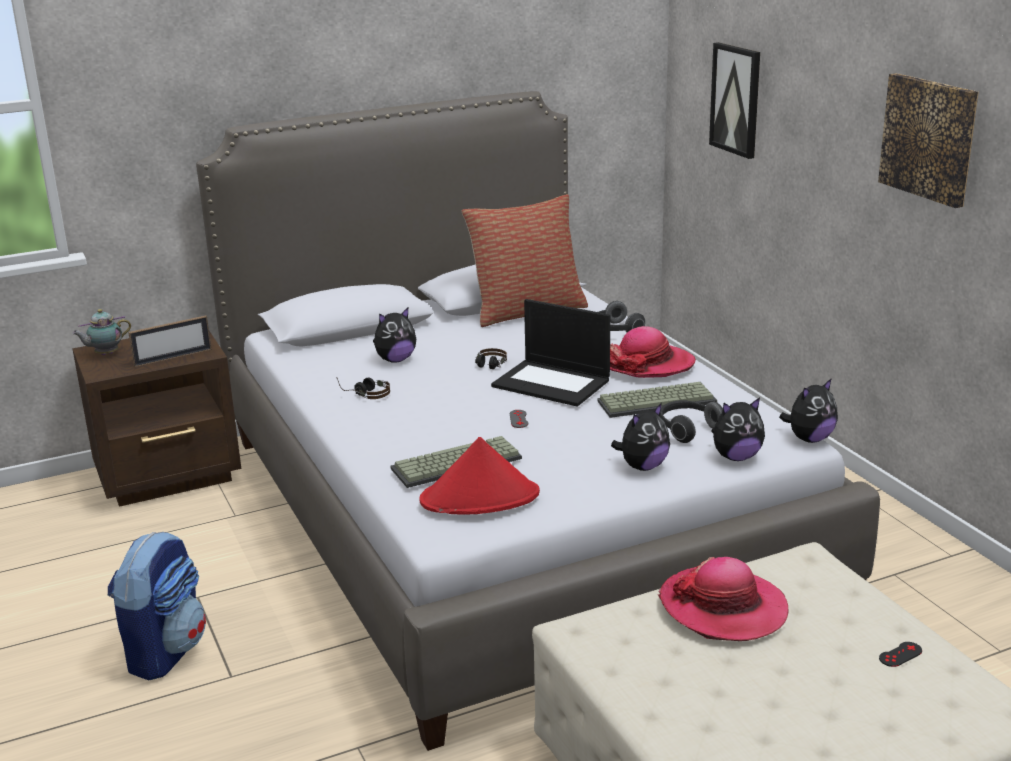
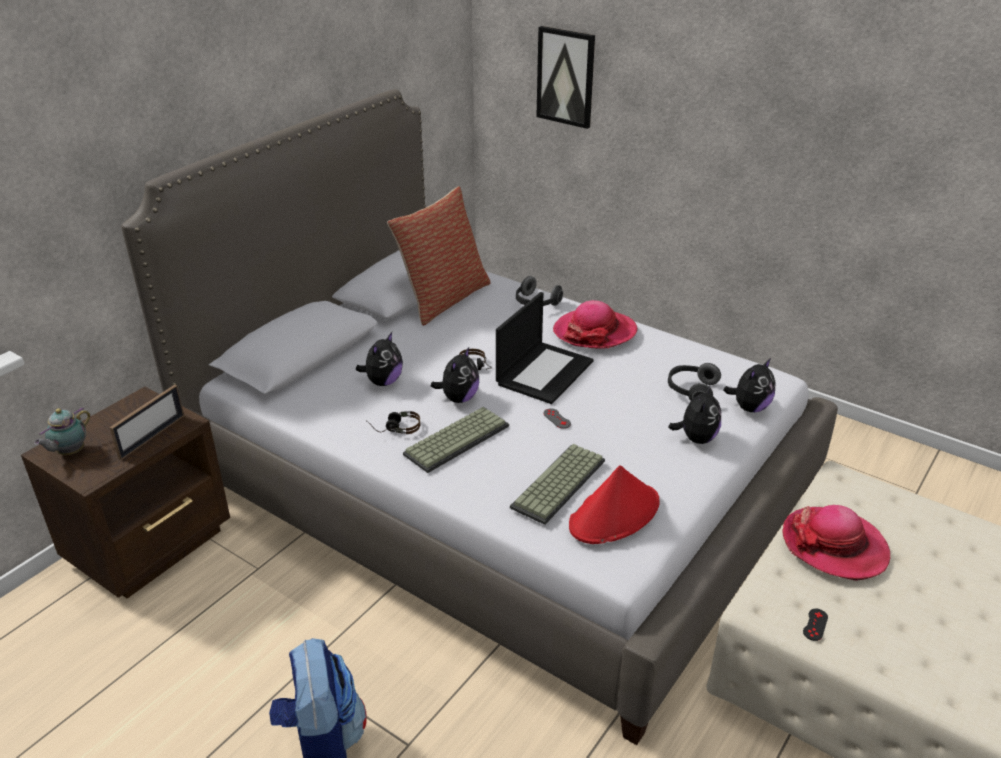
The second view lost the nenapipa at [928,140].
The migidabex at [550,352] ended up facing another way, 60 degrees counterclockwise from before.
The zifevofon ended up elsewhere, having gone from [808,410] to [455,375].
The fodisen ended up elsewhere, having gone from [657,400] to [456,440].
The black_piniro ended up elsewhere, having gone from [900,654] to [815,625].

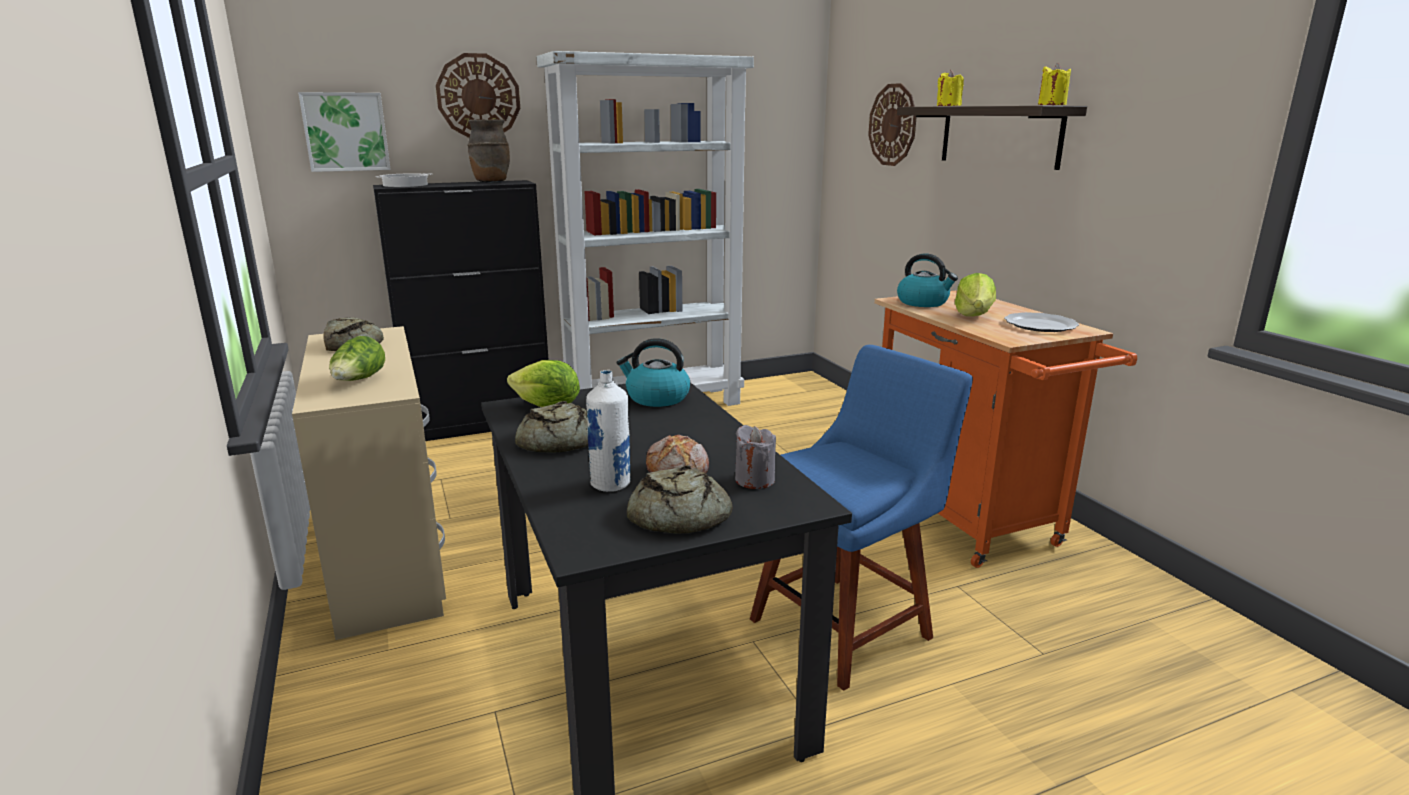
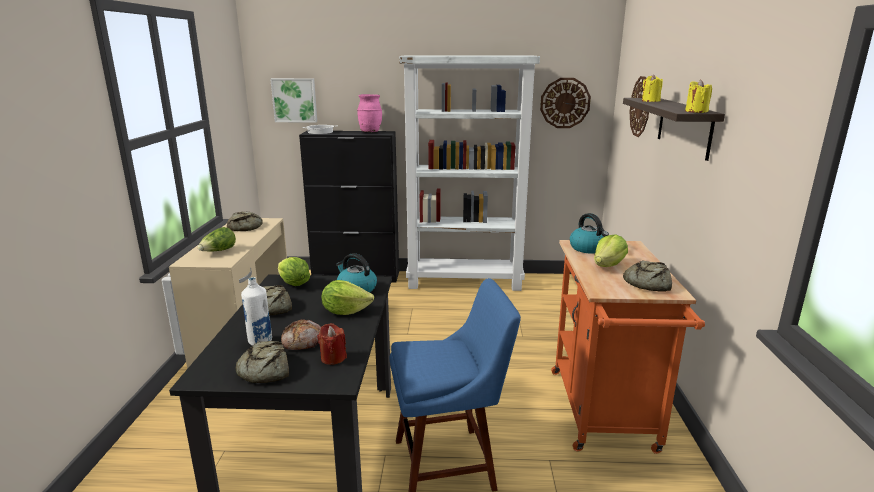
The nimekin ended up elsewhere, having gone from [478,95] to [565,103].
What was the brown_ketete at [488,151] turned into the pink_ketete at [369,113].
Where the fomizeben stood at [1041,322], the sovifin came to stand at [647,276].
What was the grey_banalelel at [755,457] turned into the red_banalelel at [332,344].
The second view gained the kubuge at [348,297].

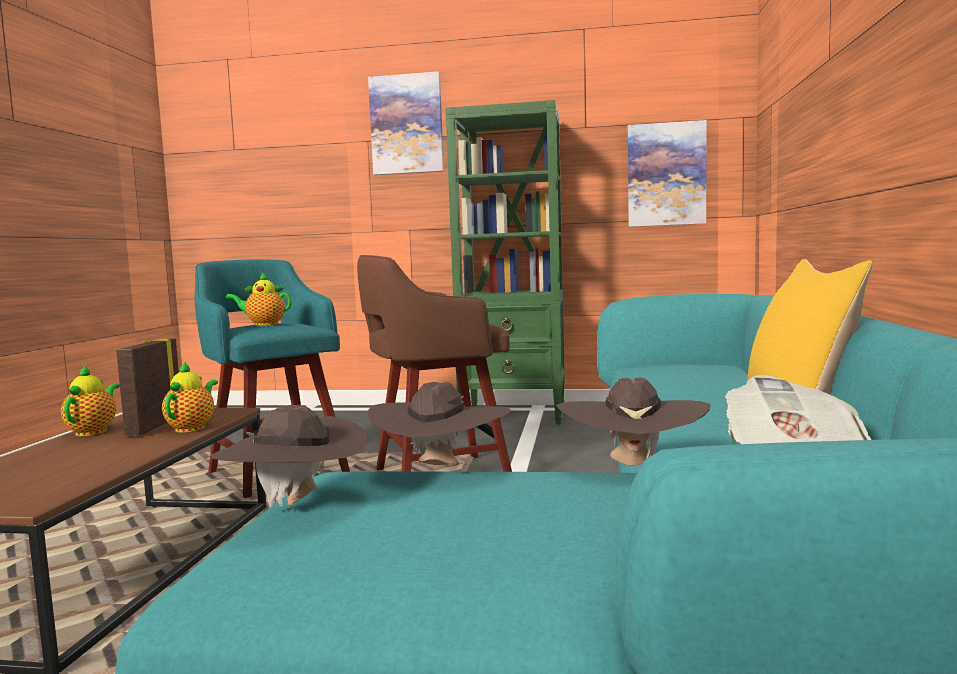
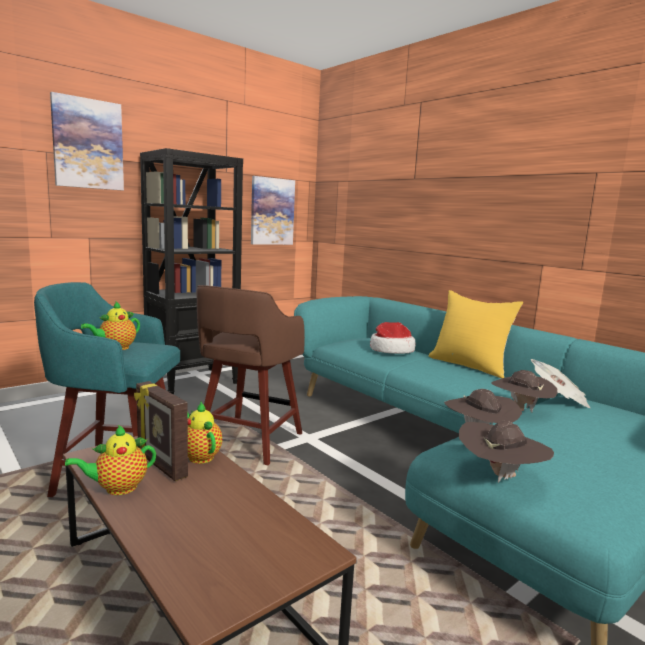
What was the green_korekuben at [505,262] turned into the black_korekuben at [191,271].
The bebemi at [90,400] ended up facing another way, 75 degrees counterclockwise from before.
The second view gained the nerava at [393,338].

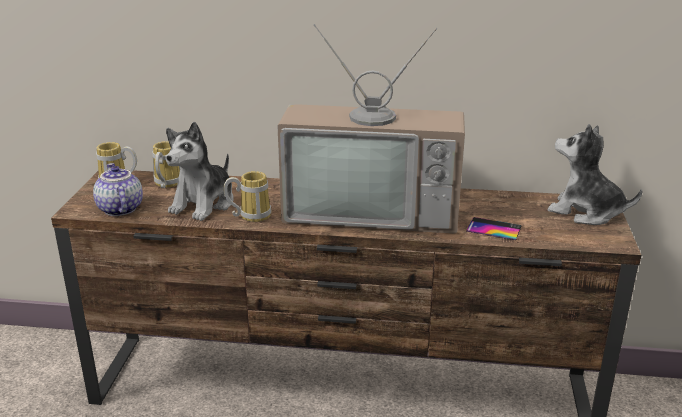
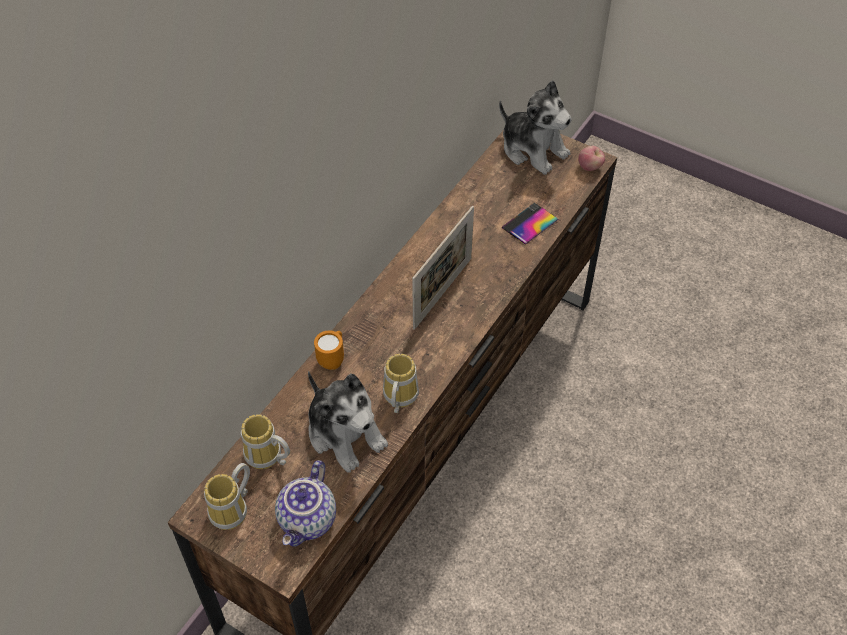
Where the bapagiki stood at [371,128], the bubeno came to stand at [443,268].
The zifevofon at [595,174] ended up facing another way, 105 degrees counterclockwise from before.
The bebemi at [118,189] ended up facing another way, 75 degrees counterclockwise from before.
The second view gained the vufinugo at [591,158].
The second view gained the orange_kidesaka at [329,350].

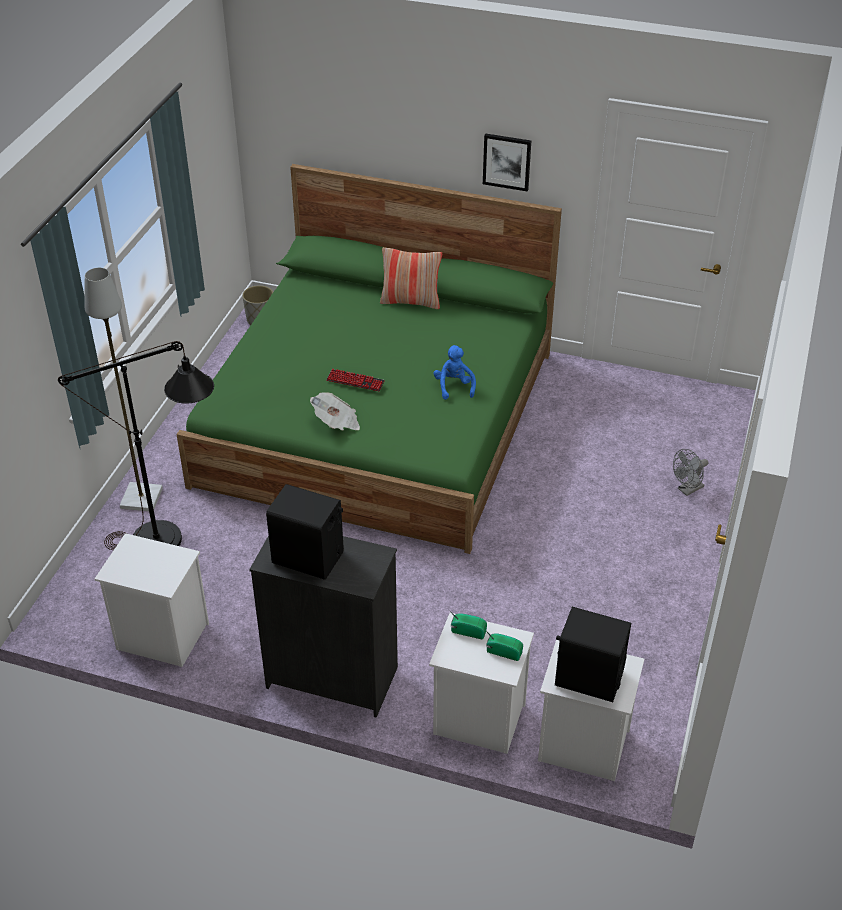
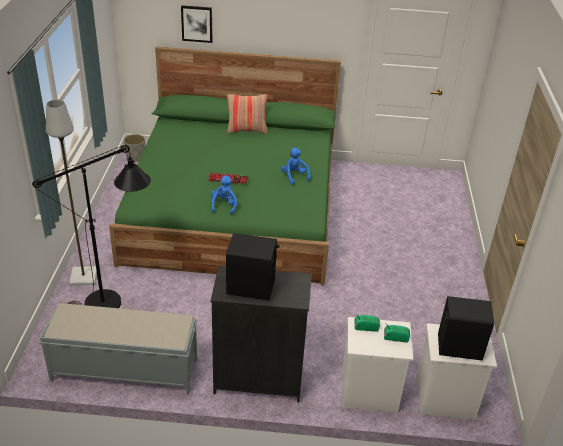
The nenapipa ended up elsewhere, having gone from [507,162] to [196,24].
Where the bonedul stood at [335,411], the blue_zifevofon came to stand at [224,195].
The second view lost the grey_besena at [690,472].
Where the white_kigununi stood at [152,600], the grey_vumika came to stand at [118,348].

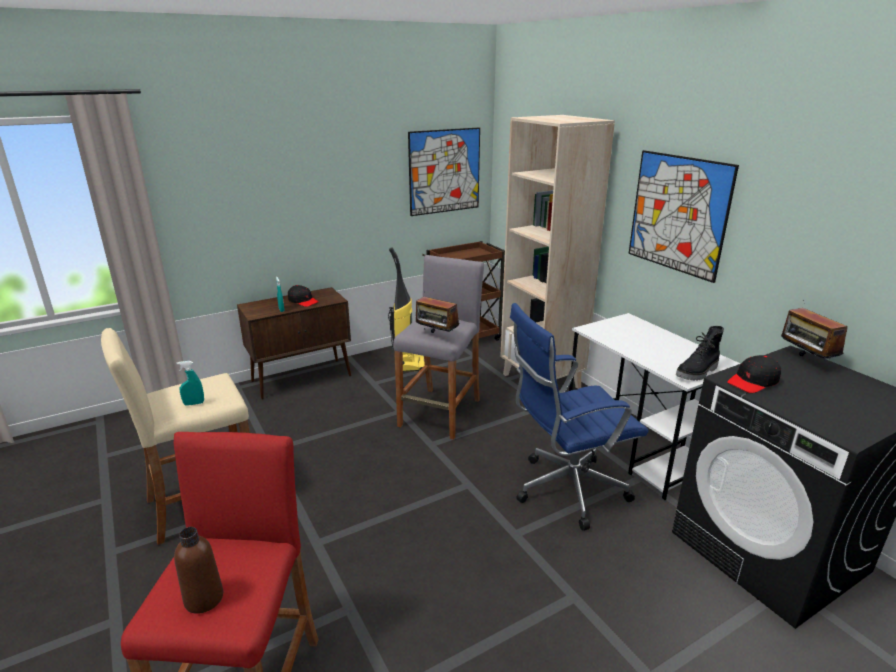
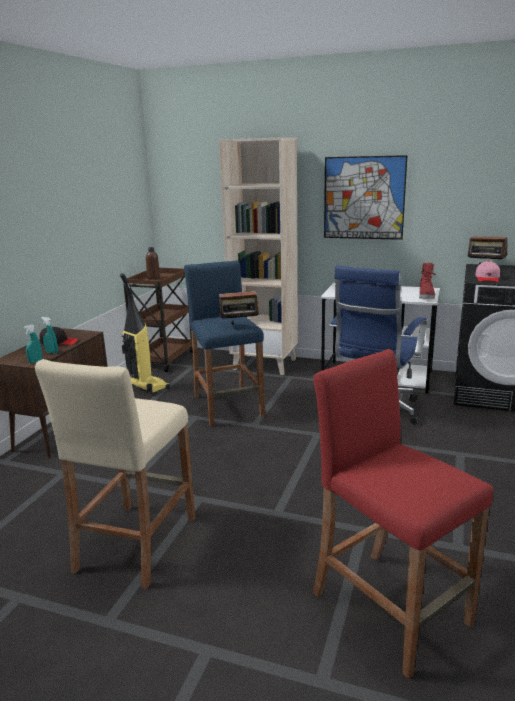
The second view lost the nenapipa at [444,171].
What was the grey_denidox at [438,347] turned into the blue_denidox at [224,343].
What was the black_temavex at [700,353] turned into the red_temavex at [427,281].
What was the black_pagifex at [754,374] turned into the pink_pagifex at [487,271].
The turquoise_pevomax ended up elsewhere, having gone from [190,383] to [33,344].
The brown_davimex ended up elsewhere, having gone from [198,570] to [153,263].

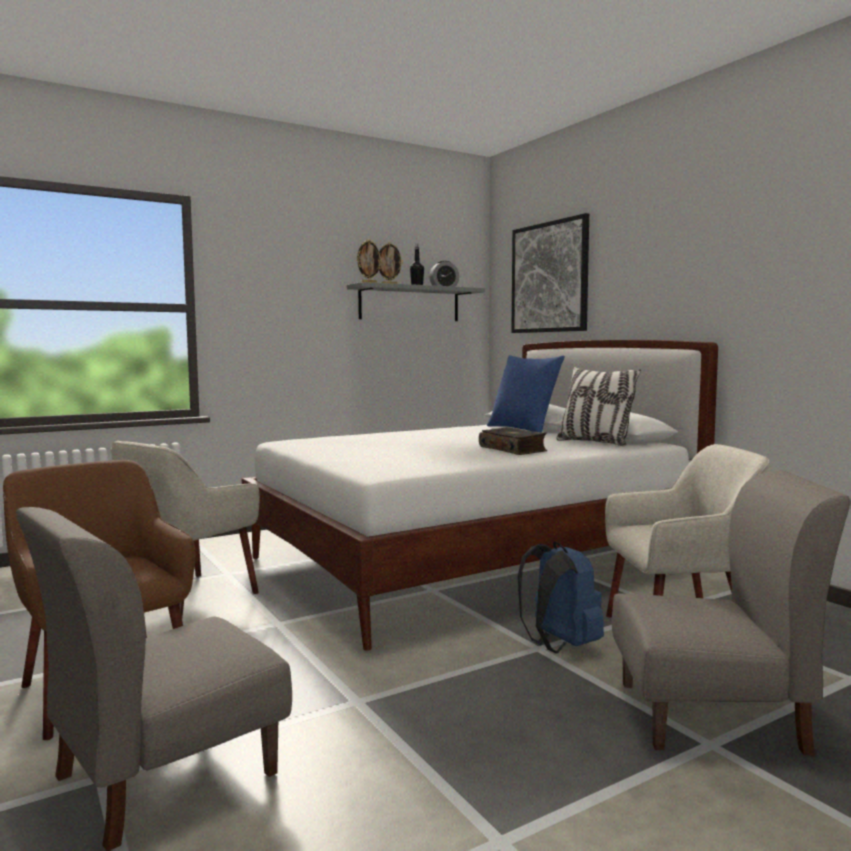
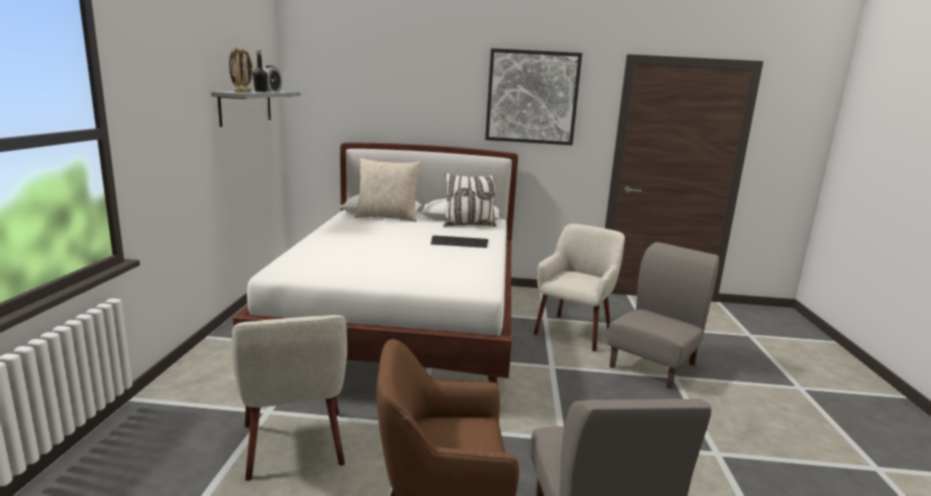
The nenapipa ended up elsewhere, having gone from [550,273] to [533,96].
What was the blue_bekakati at [526,393] turned into the beige_bekakati at [387,190].
Where the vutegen stood at [513,441], the fodisen came to stand at [459,242].
The second view lost the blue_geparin at [560,597].

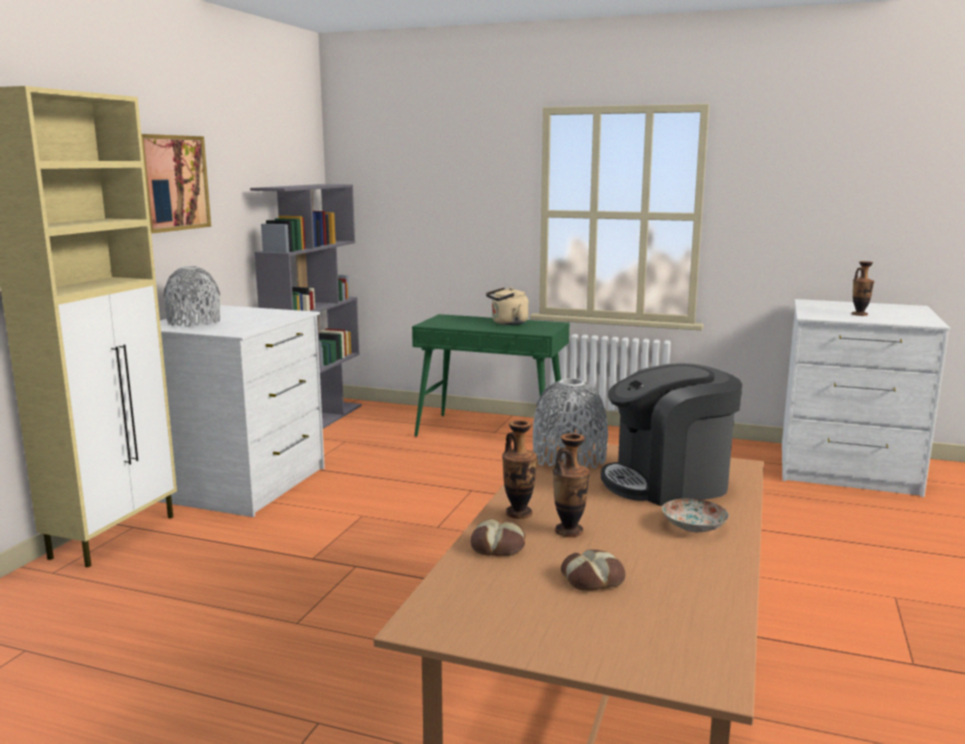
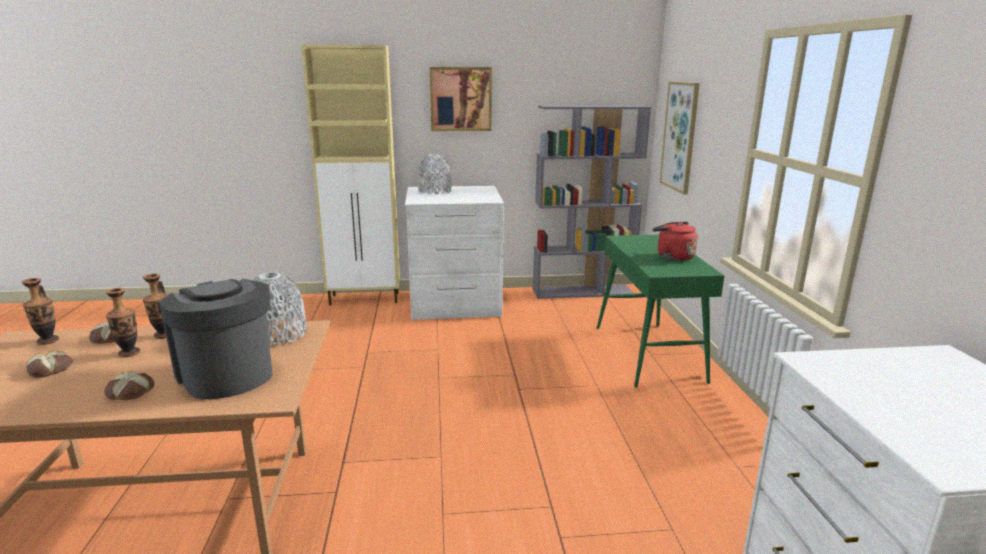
The ketete ended up elsewhere, having gone from [863,288] to [40,311].
What was the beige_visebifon at [507,306] turned into the red_visebifon at [675,241].
Where the fomizeben stood at [695,515], the sovifin came to stand at [129,385].
The second view gained the nenapipa at [680,138].

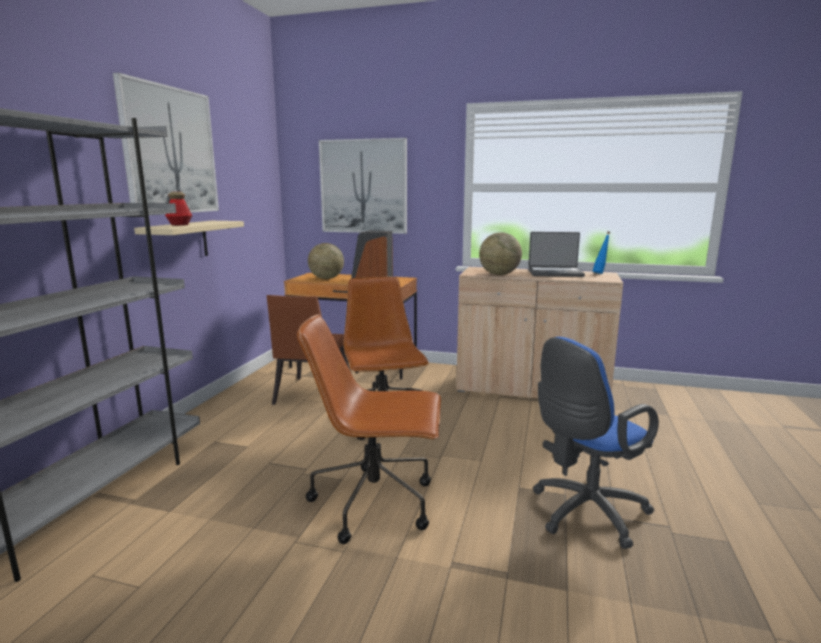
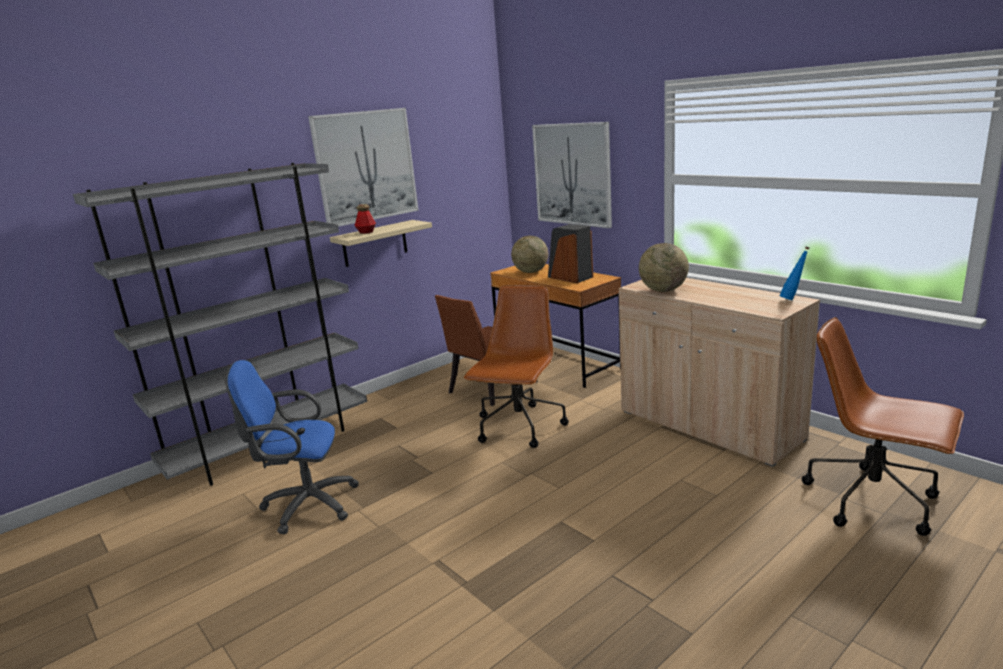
The second view lost the migidabex at [556,254].
The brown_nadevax ended up elsewhere, having gone from [369,429] to [883,426].
The blue_nadevax ended up elsewhere, having gone from [595,443] to [292,447].

